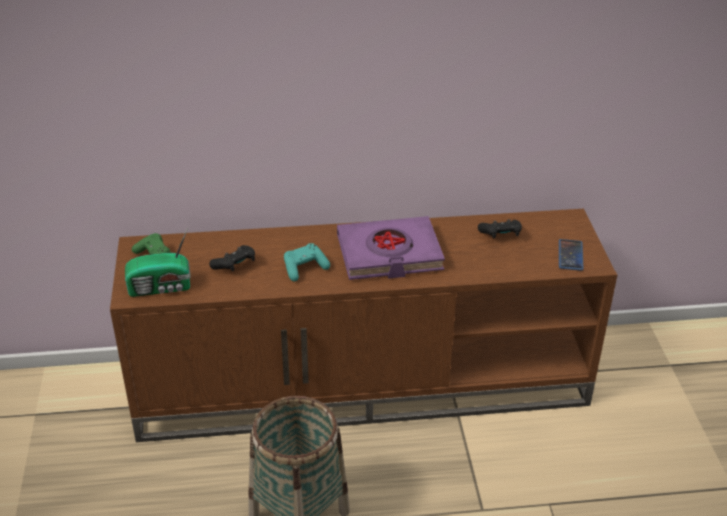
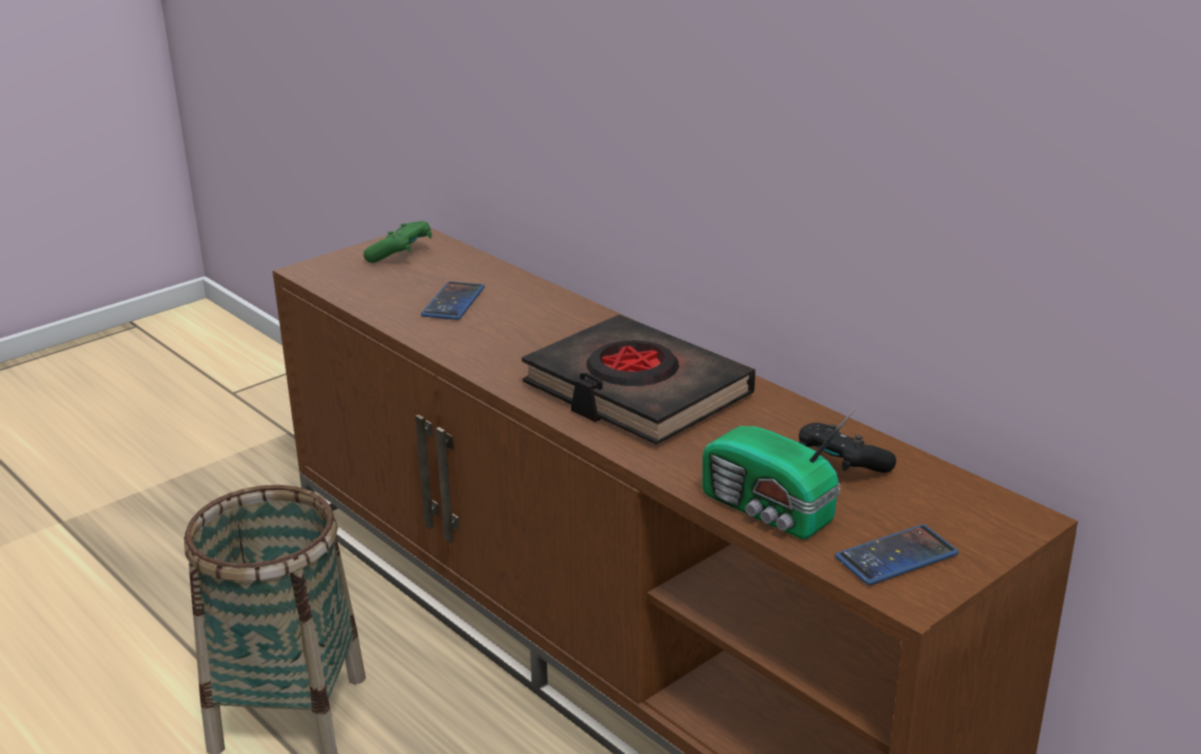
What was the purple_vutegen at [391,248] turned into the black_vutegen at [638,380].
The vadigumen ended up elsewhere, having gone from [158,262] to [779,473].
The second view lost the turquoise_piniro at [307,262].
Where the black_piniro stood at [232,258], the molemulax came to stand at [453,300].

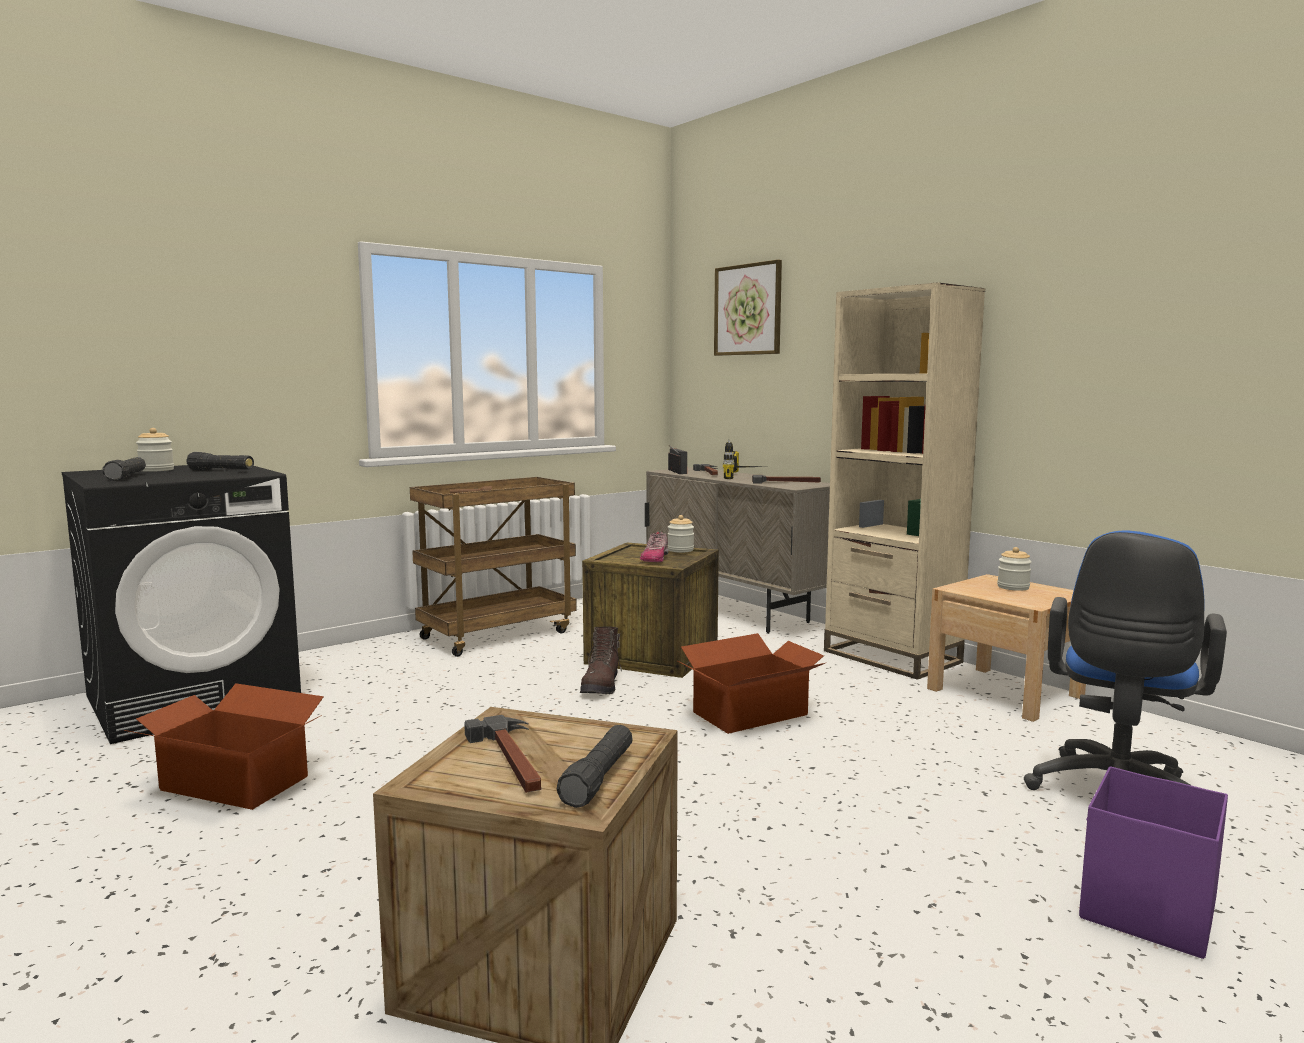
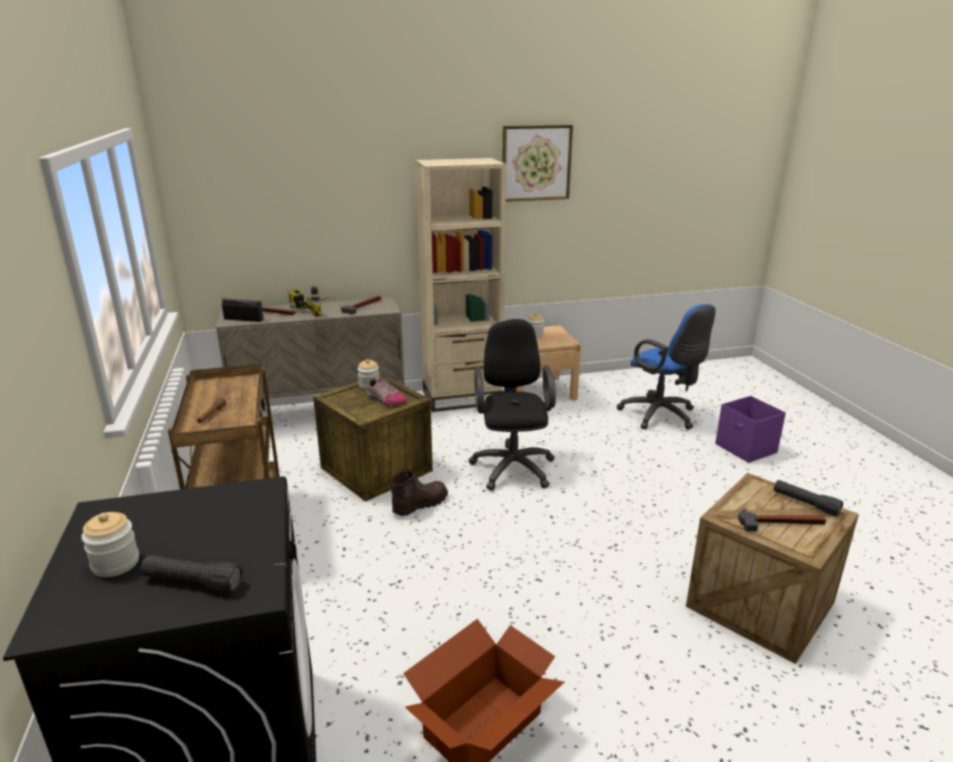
The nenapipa ended up elsewhere, having gone from [748,308] to [537,163].
The second view lost the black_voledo at [220,461].
The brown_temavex at [601,660] ended up facing another way, 75 degrees counterclockwise from before.
Where the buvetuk stood at [751,683], the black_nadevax came to stand at [512,405].

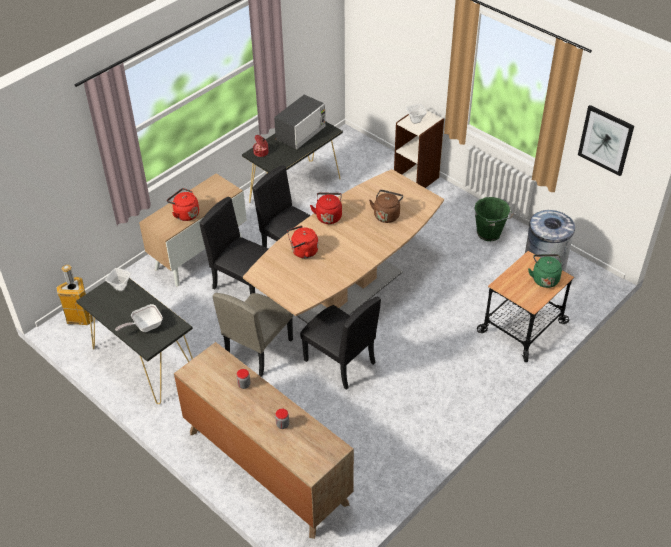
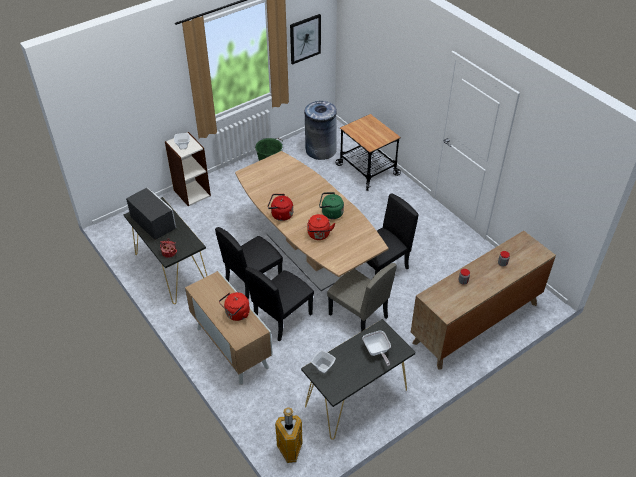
The second view lost the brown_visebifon at [386,206].
The green_visebifon ended up elsewhere, having gone from [545,271] to [331,205].

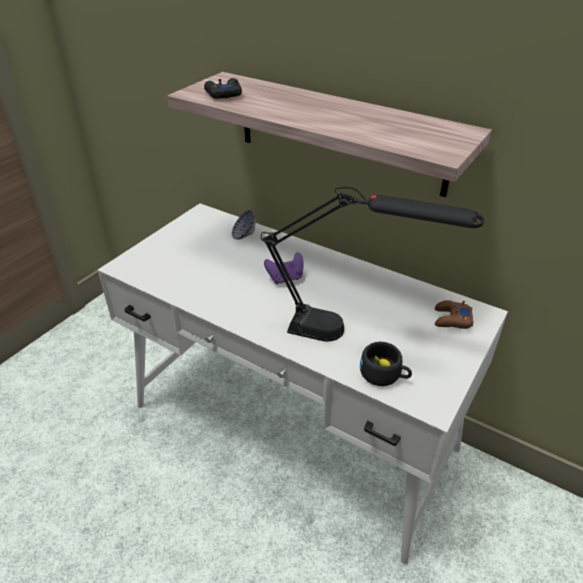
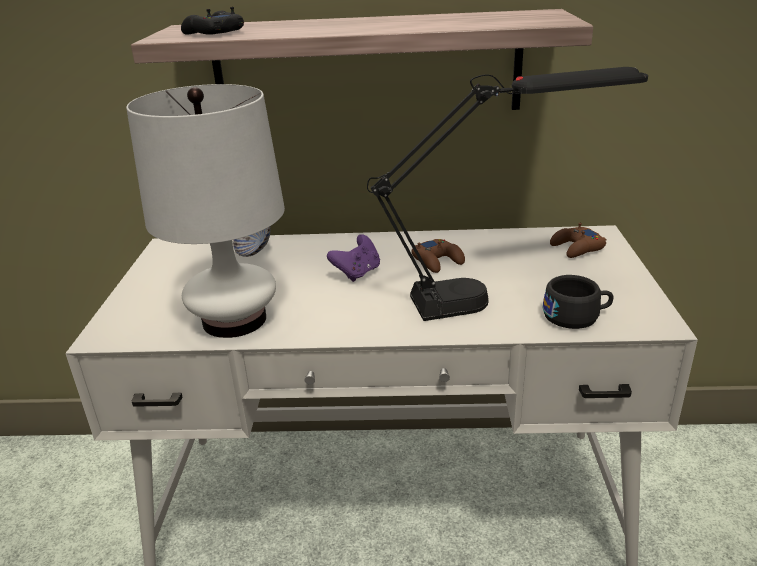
The second view gained the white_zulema at [205,211].
The second view gained the brown_piniro at [438,256].

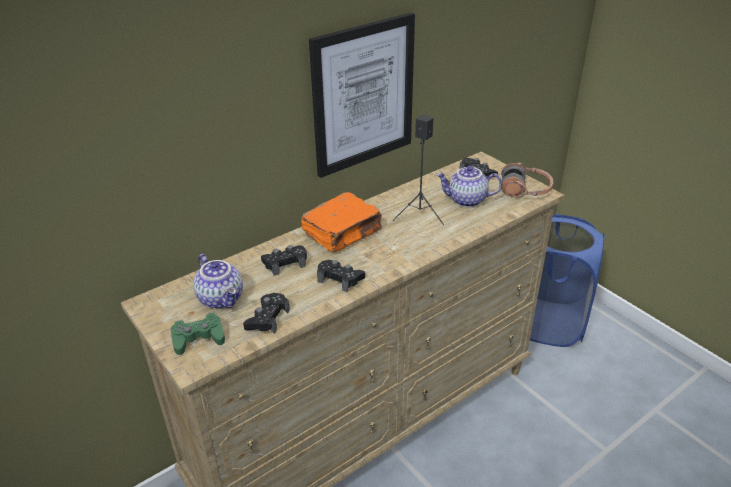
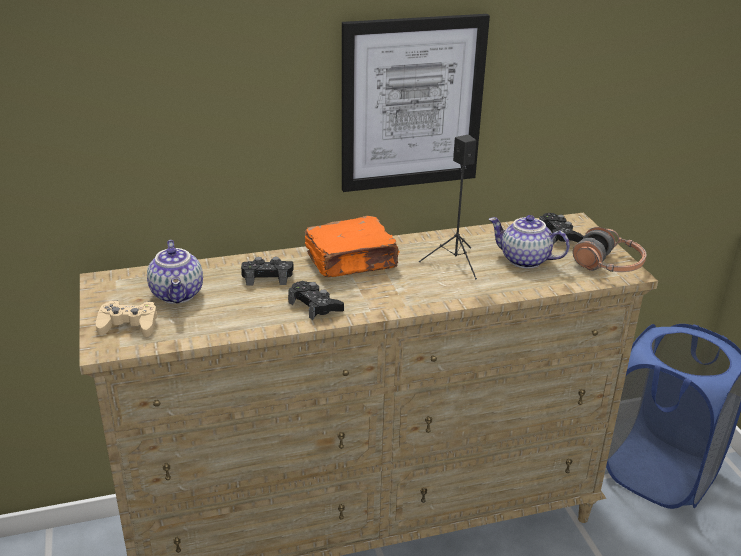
The second view lost the black_piniro at [266,313].
What was the green_piniro at [198,334] turned into the beige_piniro at [126,318].

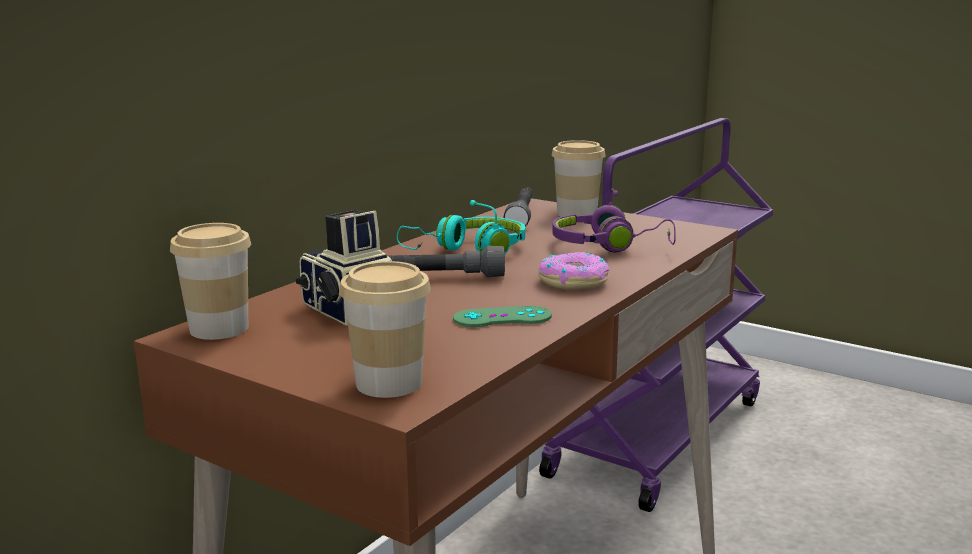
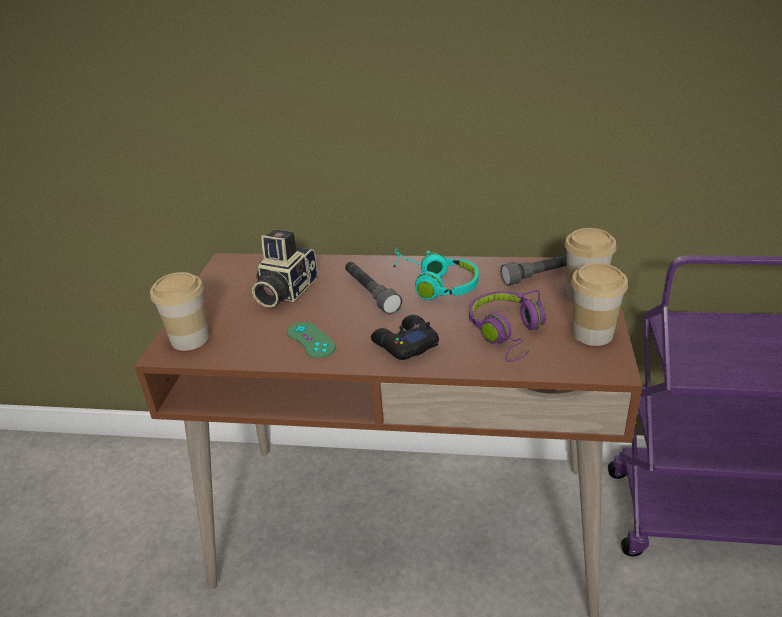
The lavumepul ended up elsewhere, having gone from [210,281] to [599,304].
Where the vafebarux stood at [574,271], the black_piniro came to stand at [405,337].

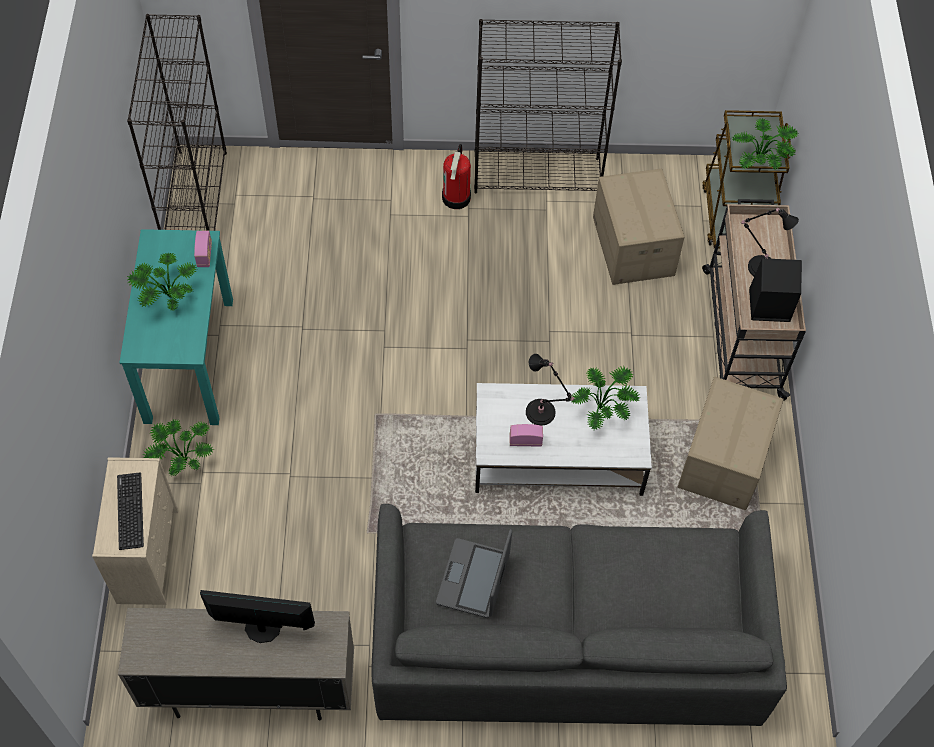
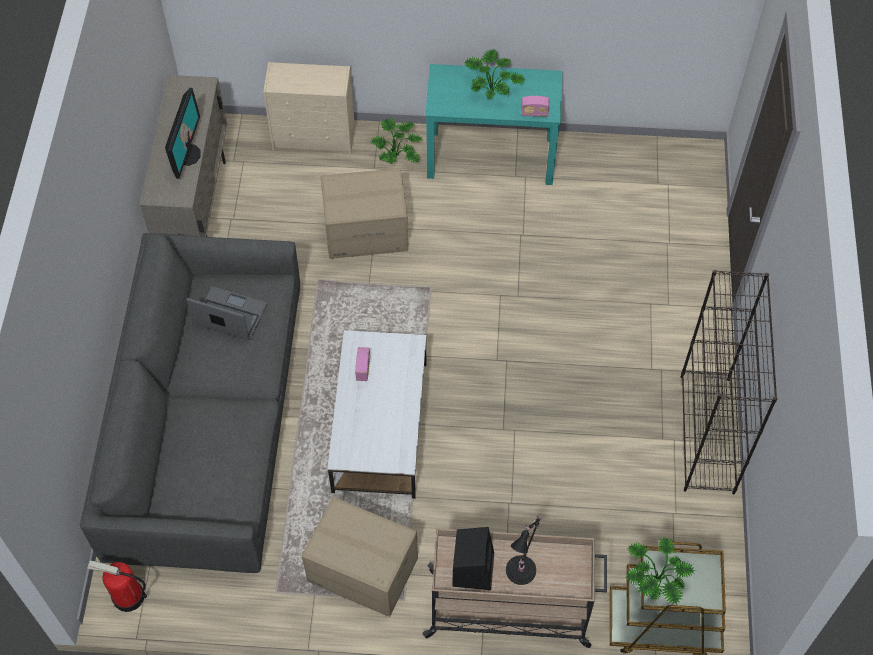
The second view lost the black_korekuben at [177,122].
The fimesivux ended up elsewhere, having gone from [456,176] to [117,586].
The buvetuk ended up elsewhere, having gone from [638,227] to [364,213].
The second view lost the black_zulema at [551,390].
The second view lost the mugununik at [605,398].
The second view lost the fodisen at [130,511].

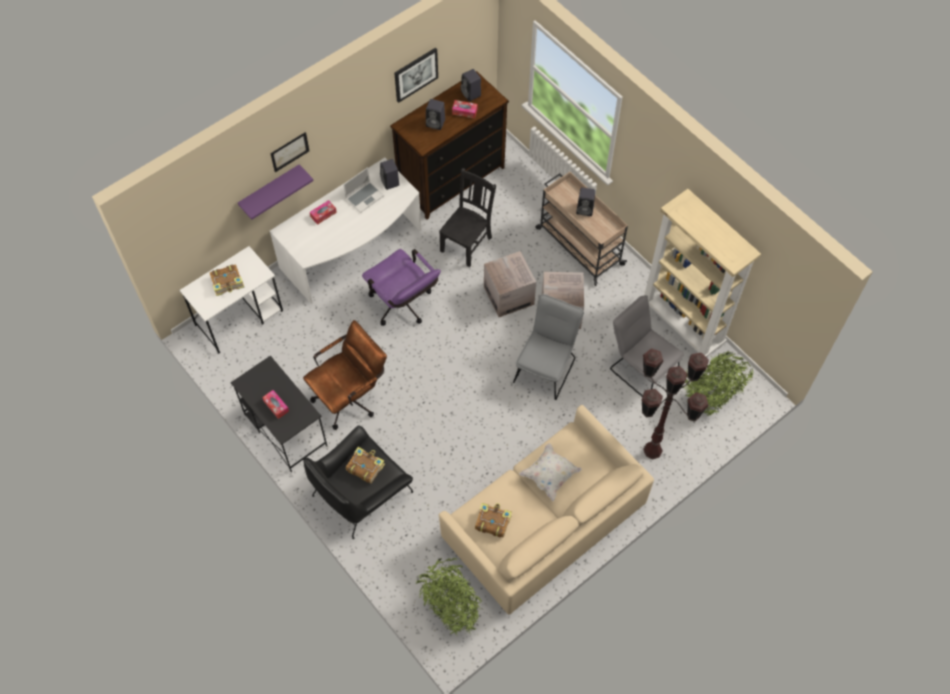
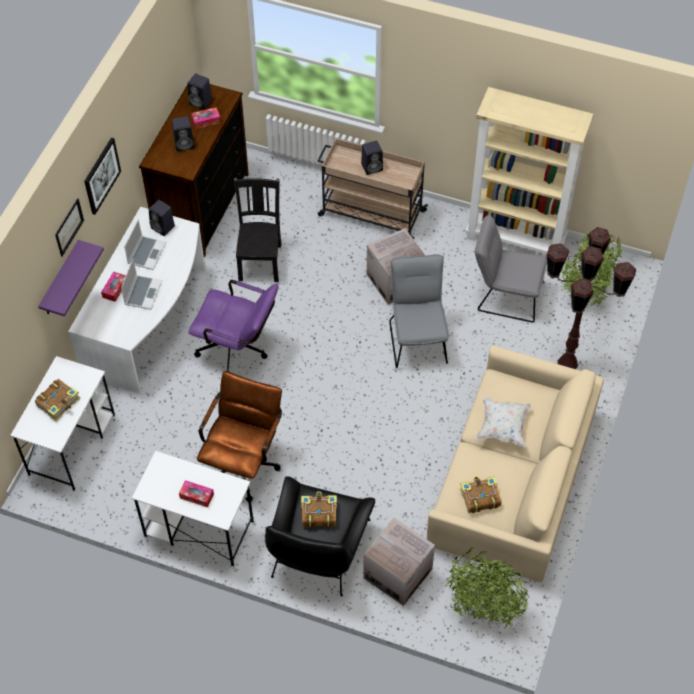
The nenapipa ended up elsewhere, having gone from [416,75] to [102,176].
The buvetuk ended up elsewhere, having gone from [510,284] to [399,562].
What was the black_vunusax at [279,414] turned into the white_vunusax at [193,508].
The second view gained the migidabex at [141,284].

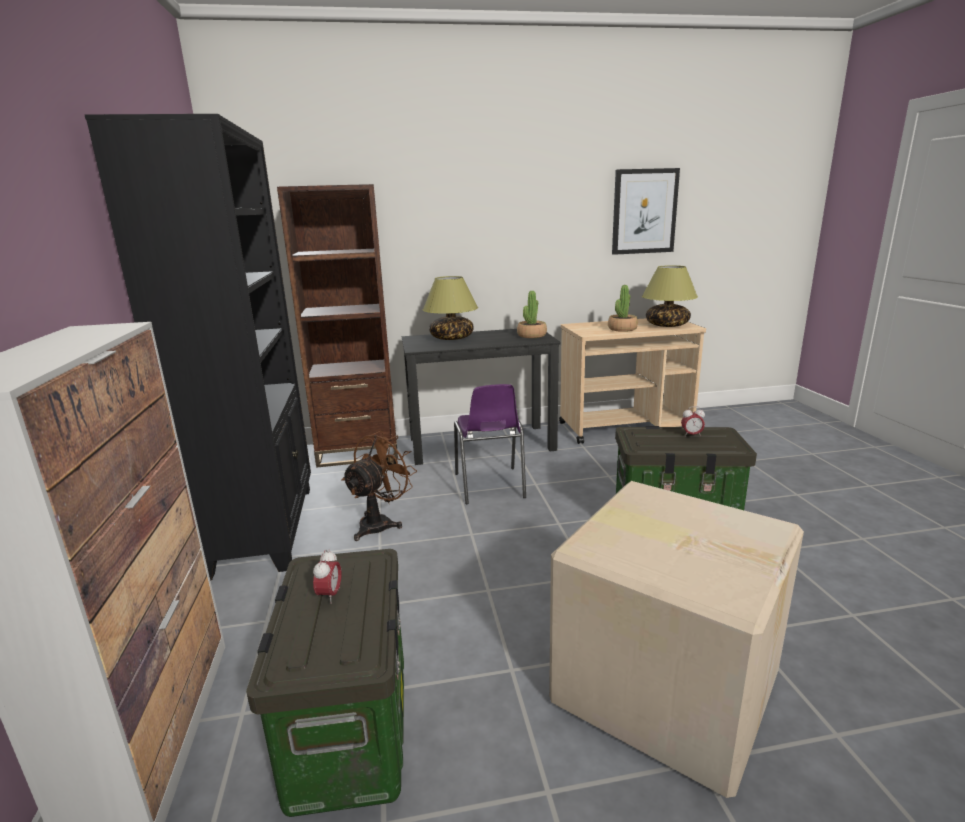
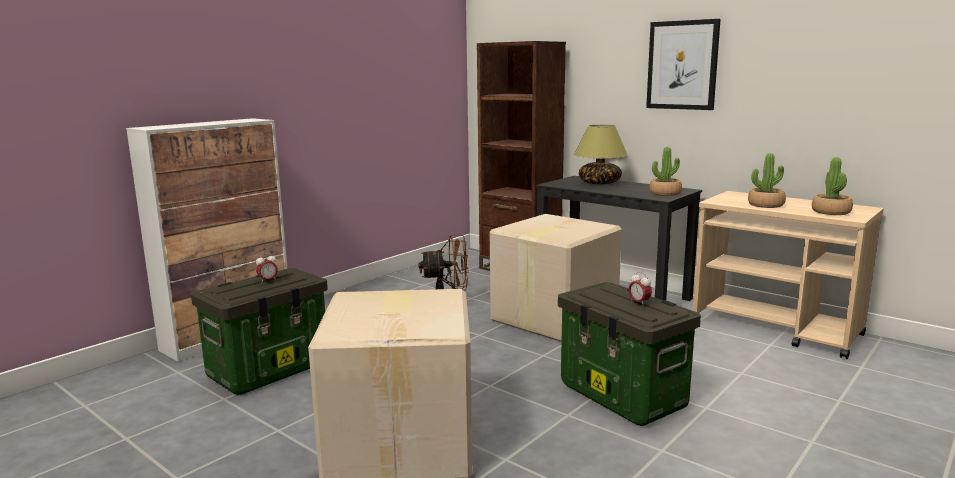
The second view lost the black_korekuben at [198,347].
The nenapipa ended up elsewhere, having gone from [646,211] to [683,64].
Where the zulema stood at [670,296], the mugununik came to stand at [832,186].
Where the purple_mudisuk stood at [490,444], the buvetuk came to stand at [556,278].

